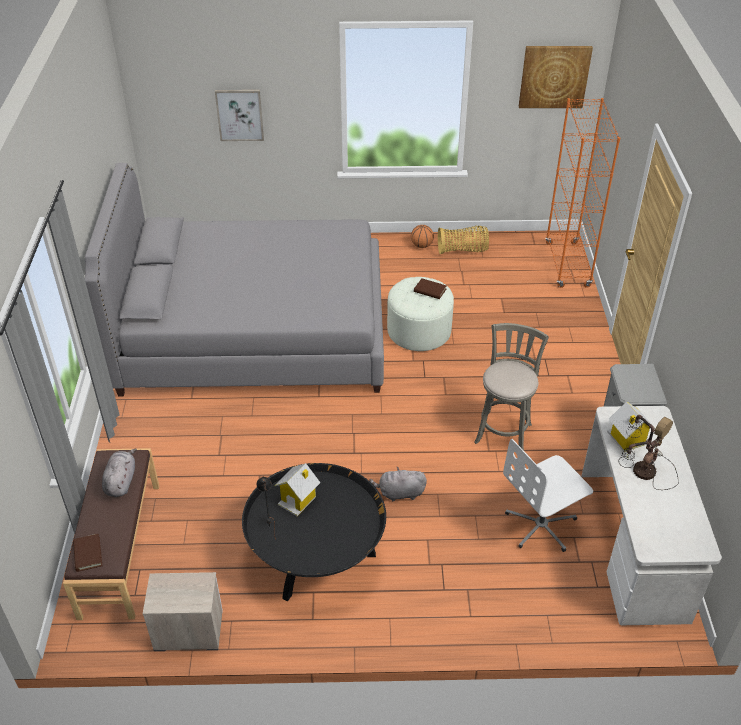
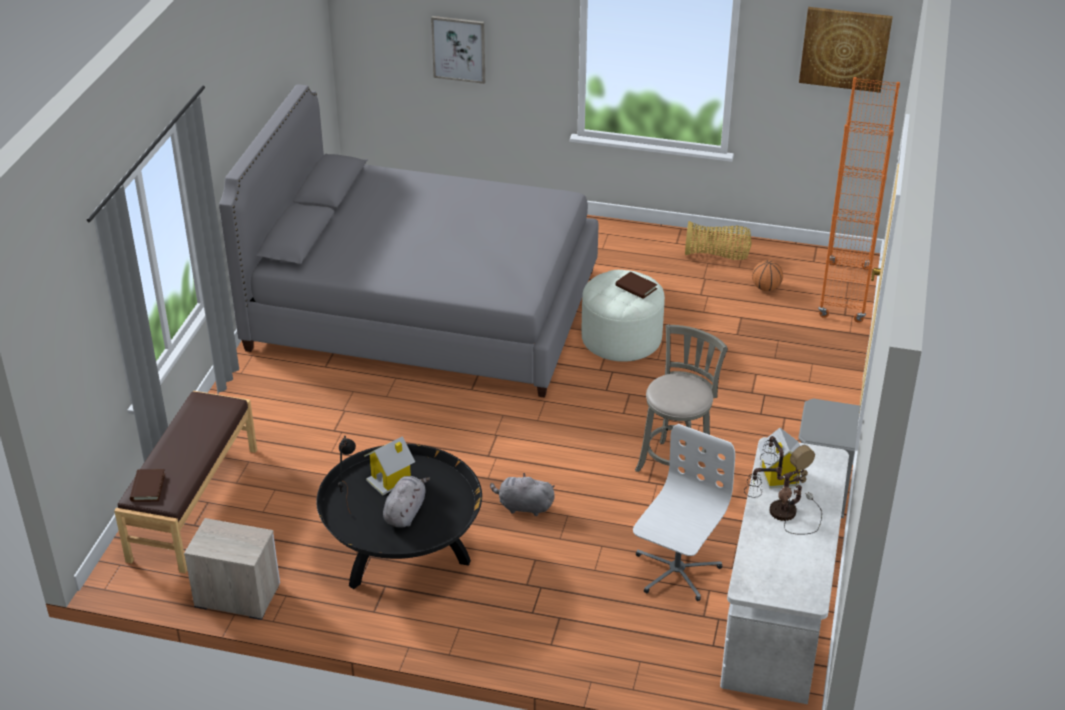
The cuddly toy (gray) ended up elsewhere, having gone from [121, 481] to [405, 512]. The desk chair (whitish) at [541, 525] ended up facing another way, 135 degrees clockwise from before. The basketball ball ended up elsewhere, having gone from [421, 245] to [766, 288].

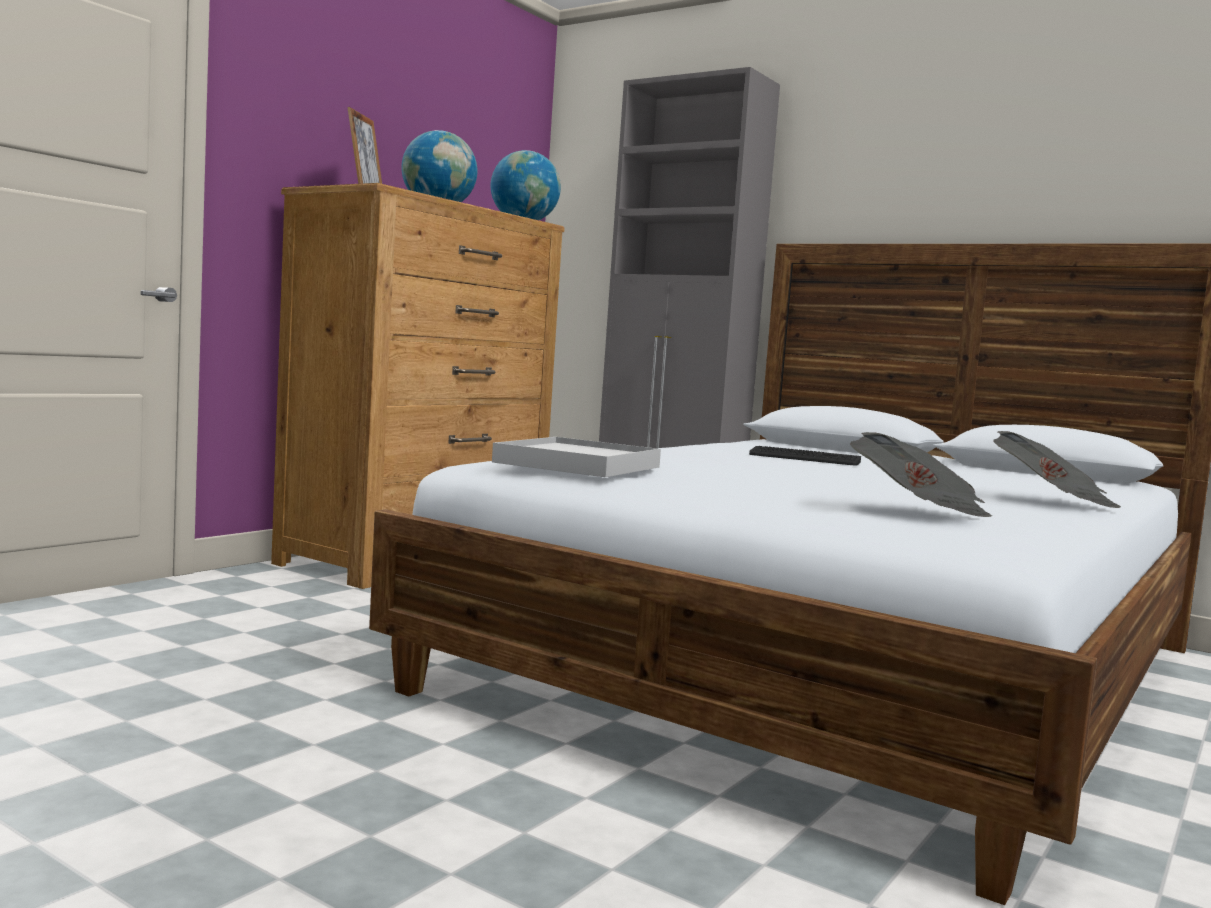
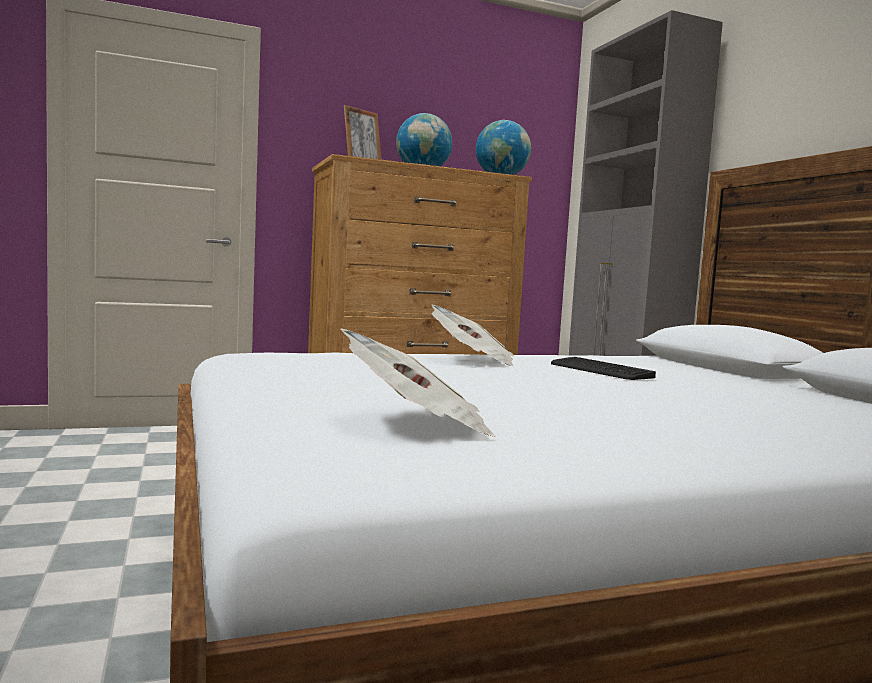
The printed paper ended up elsewhere, having gone from [1053, 503] to [473, 360]. The second view lost the tray (whitish) at [577, 465].

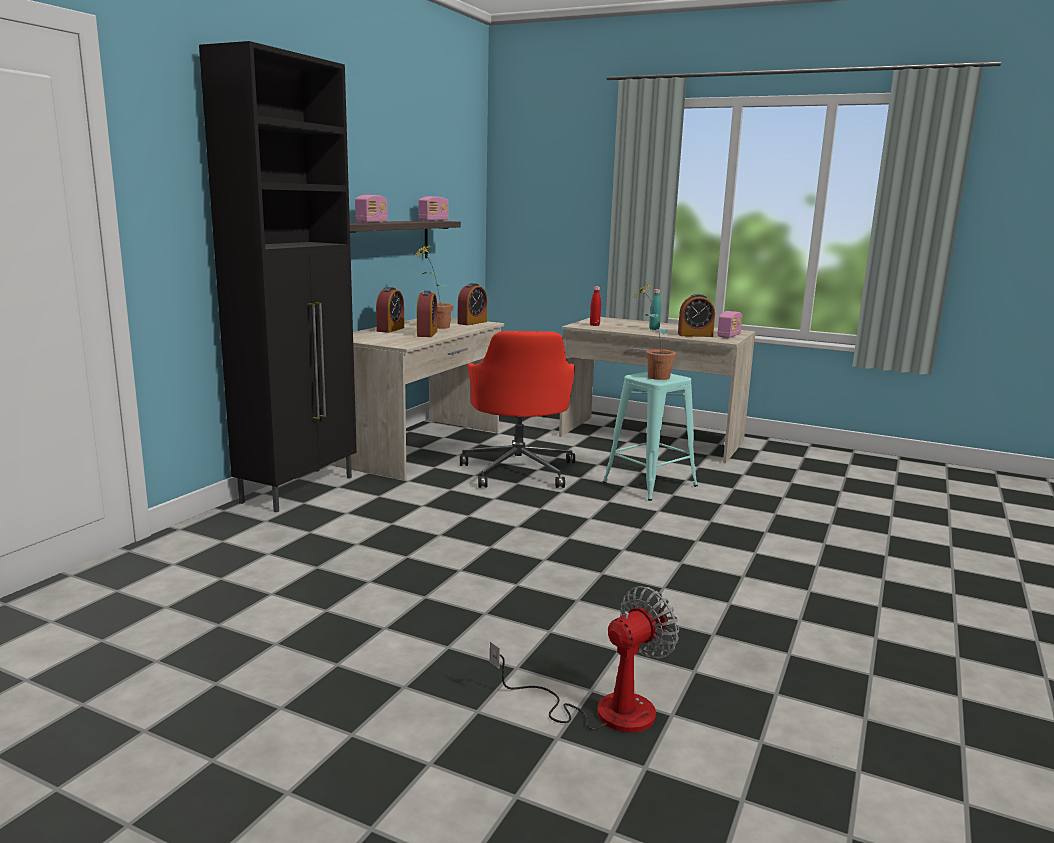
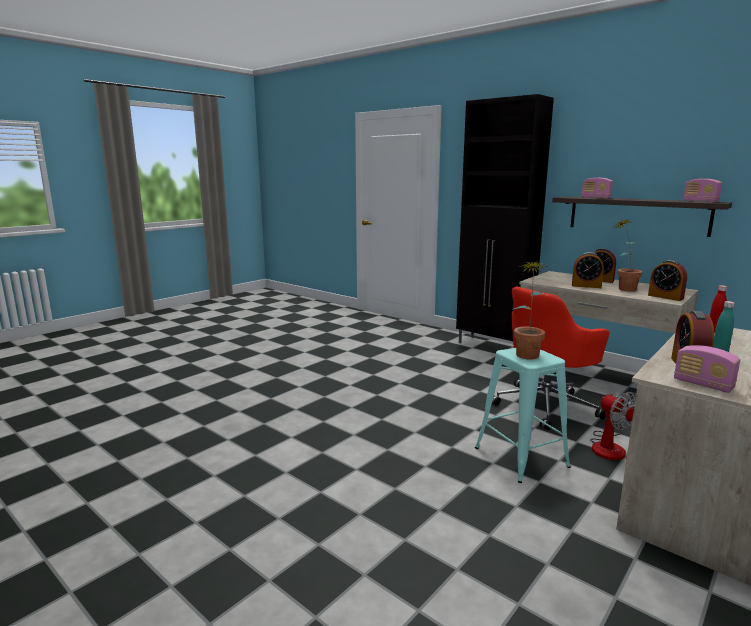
The desk chair (red) at [519, 470] ended up facing another way, 45 degrees counterclockwise from before. The fan ended up elsewhere, having gone from [603, 710] to [609, 446].

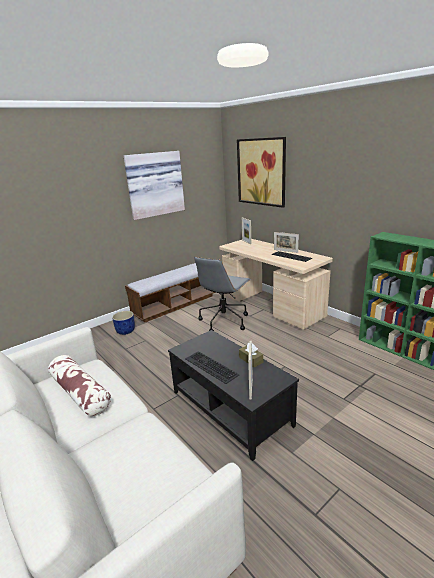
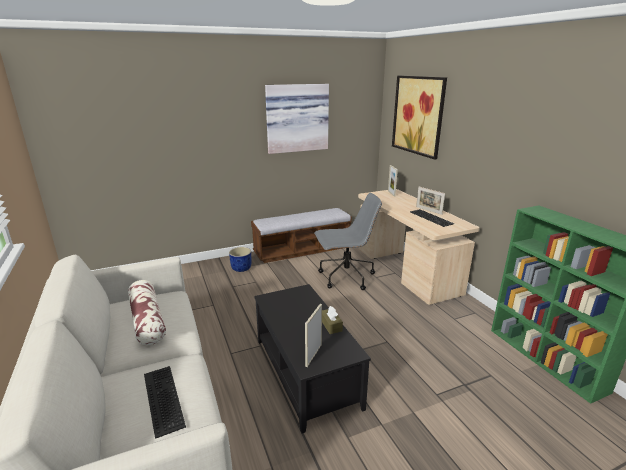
The PC keyboard ended up elsewhere, having gone from [209, 367] to [161, 399]. The desk chair (gray) at [224, 321] ended up facing another way, 150 degrees counterclockwise from before.

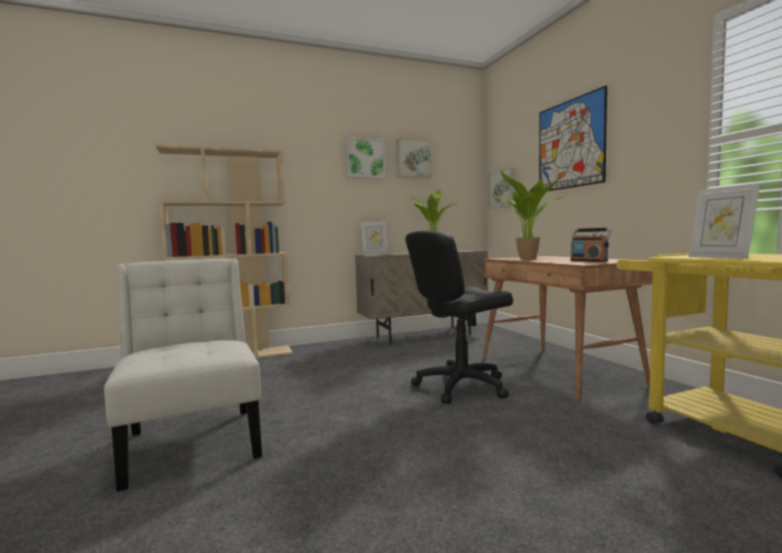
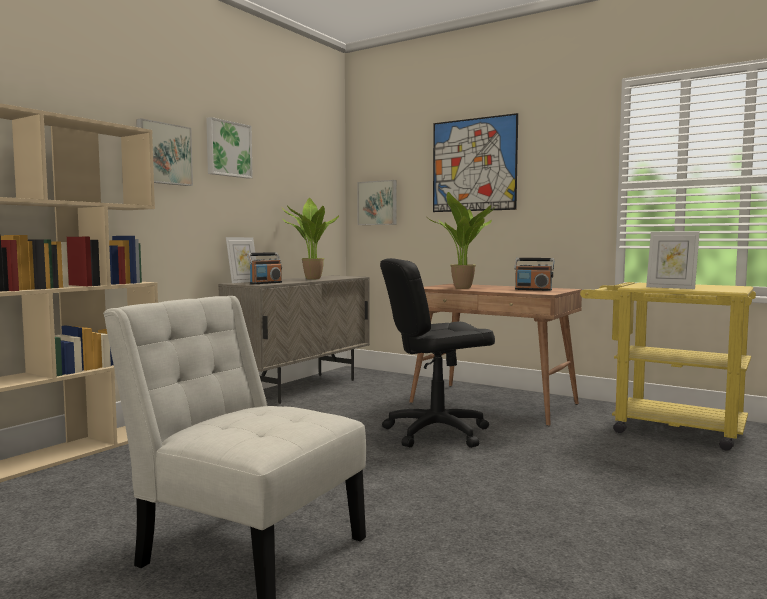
The wall picture ended up elsewhere, having gone from [413, 159] to [163, 154]. The second view gained the radio set at [265, 283]. The desk chair (black-coloured) at [461, 386] ended up facing another way, 45 degrees clockwise from before.

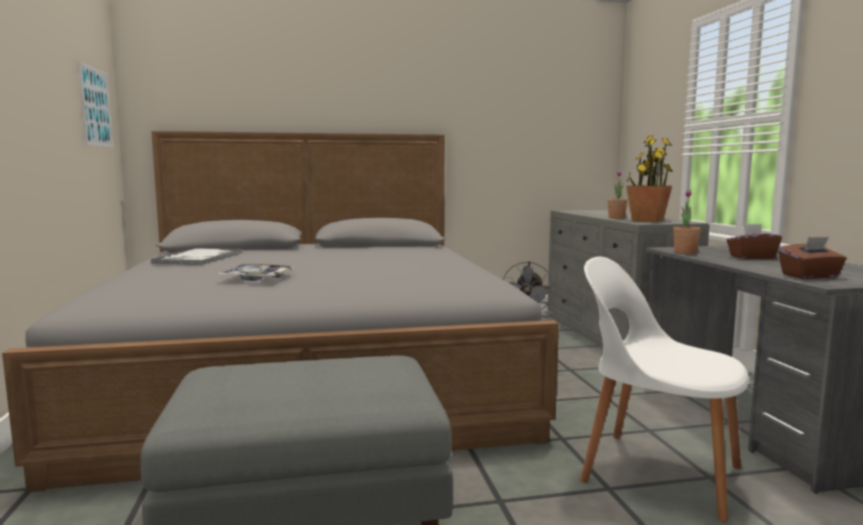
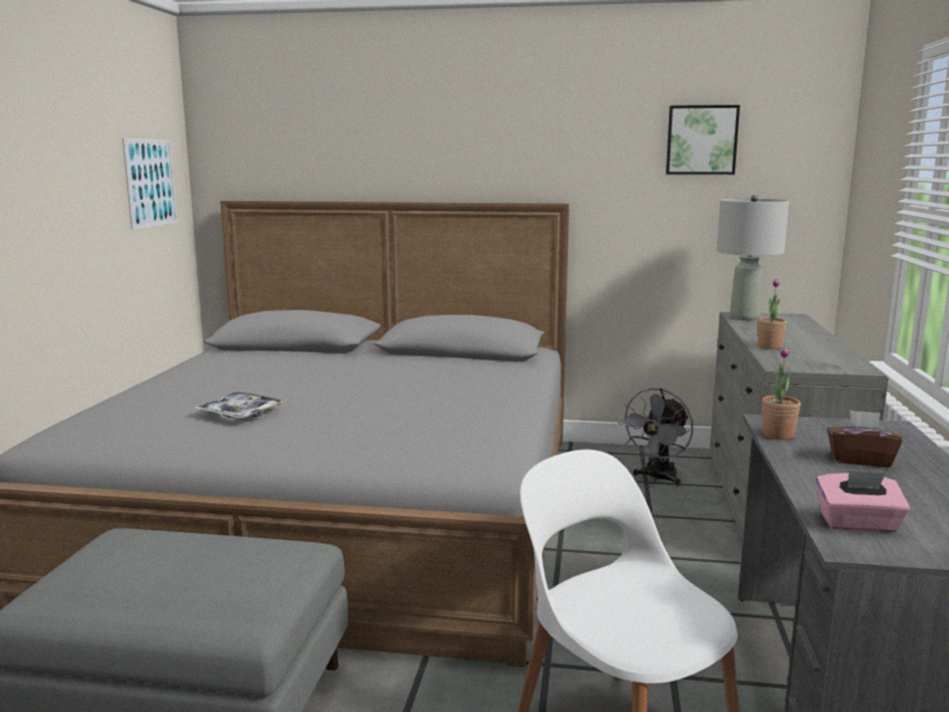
The second view gained the wall picture at [701, 140]. The second view gained the lamp for a table (gray) at [745, 318]. What was the tissue box (brownish) at [810, 276] turned into the tissue box (pink) at [858, 524]. The second view lost the tray at [198, 258]. The second view lost the houseplant at [646, 220].

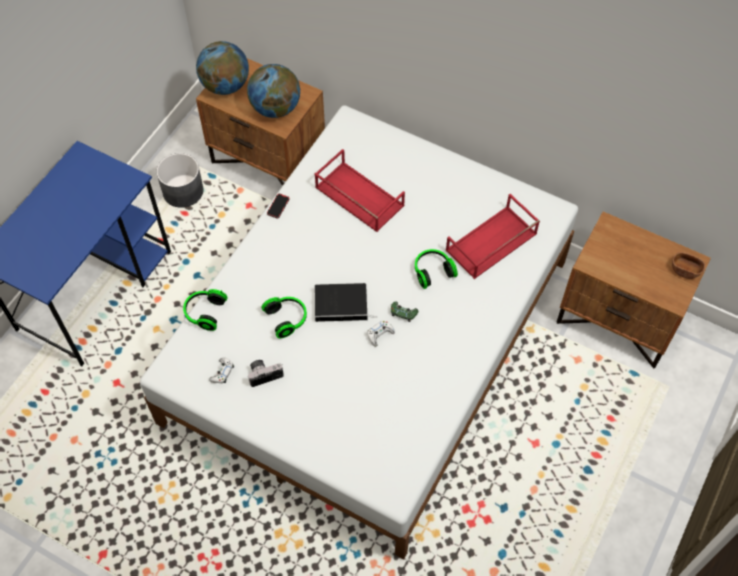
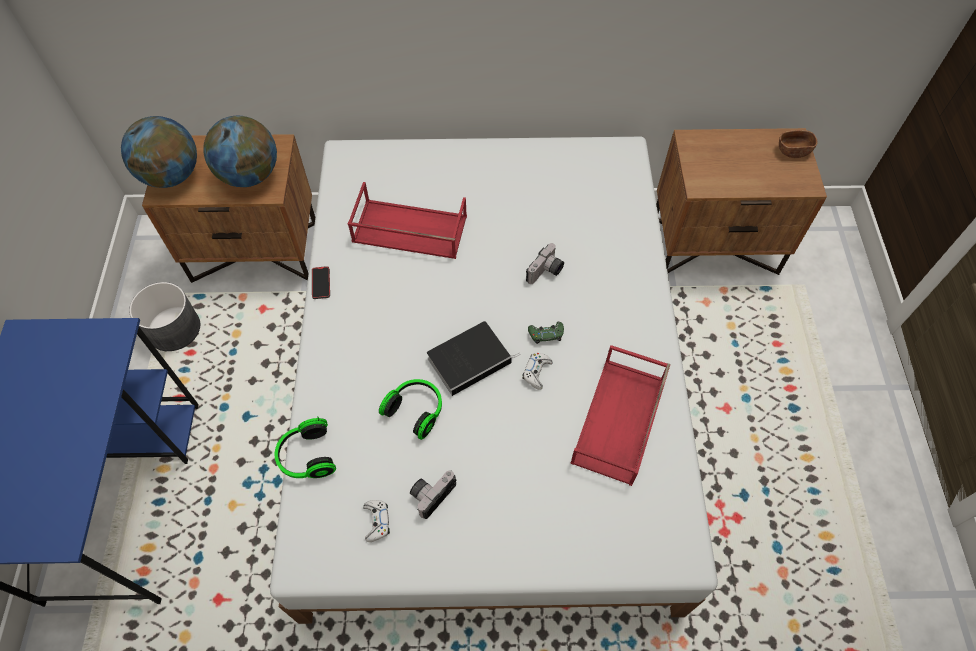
Where the pair of headphones stood at [432, 271], the still camera came to stand at [546, 272]. The tray (red) ended up elsewhere, having gone from [491, 243] to [619, 422].

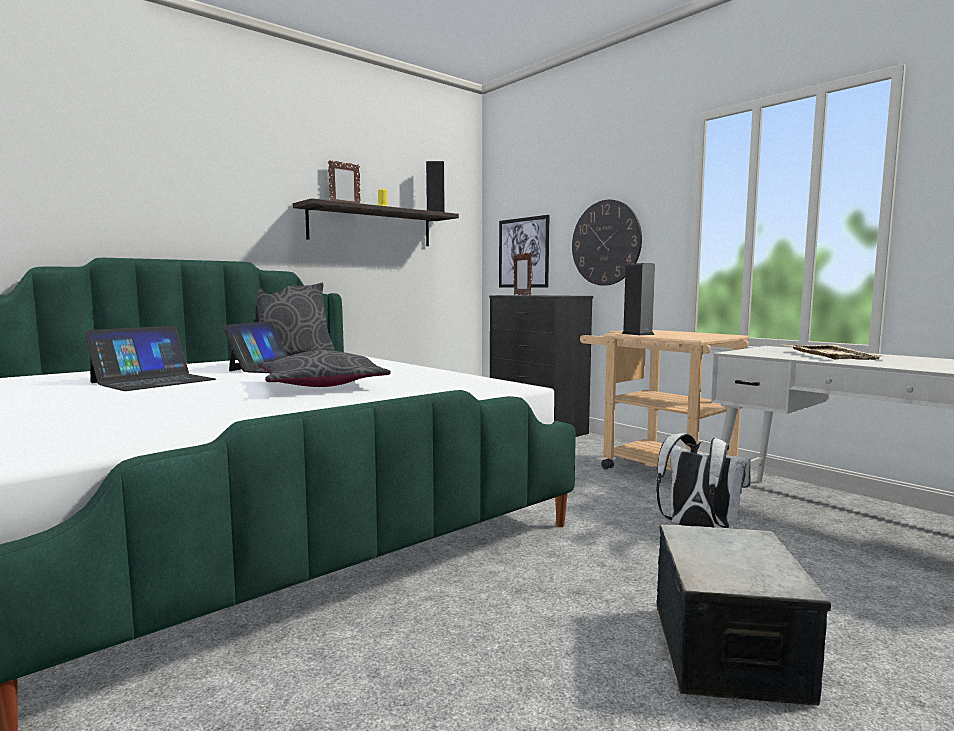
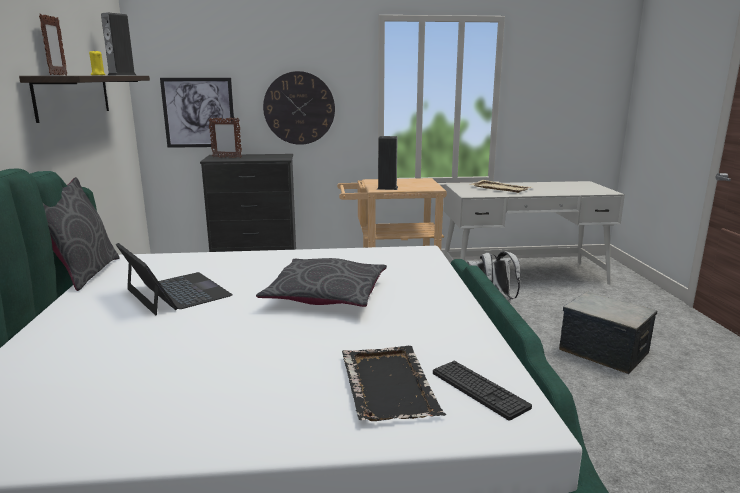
The second view gained the tray (black-coloured) at [388, 384]. The second view gained the PC keyboard at [479, 389]. The second view lost the laptop at [153, 381].

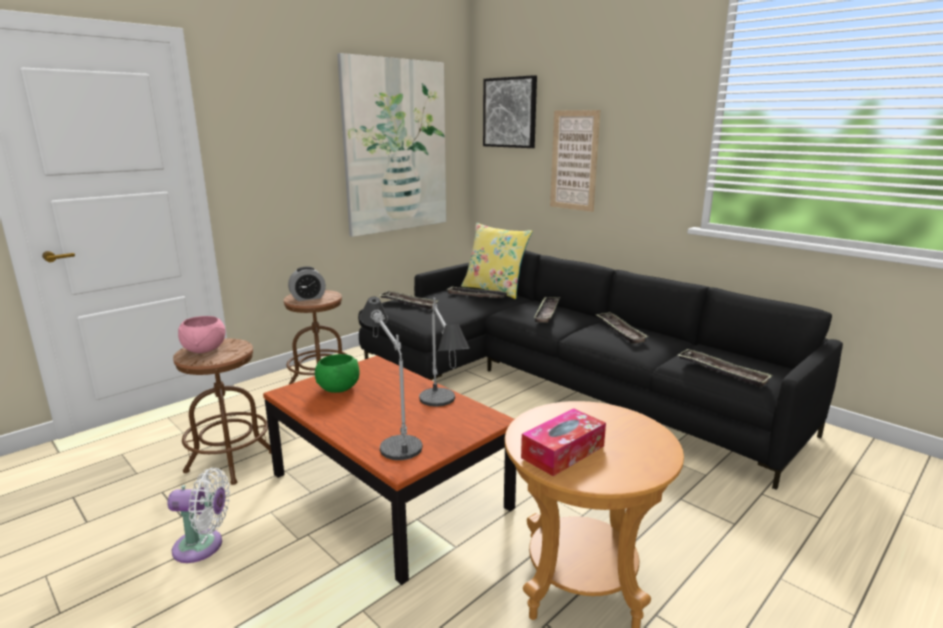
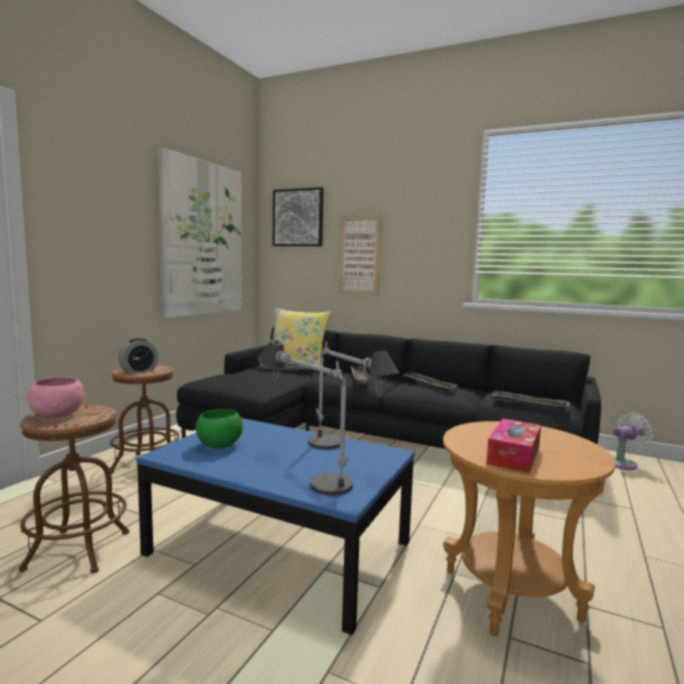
What was the coffee table (brownish) at [390, 490] turned into the coffee table (blue) at [280, 548]. The fan (whitish) ended up elsewhere, having gone from [203, 546] to [623, 463]. The second view lost the tray at [408, 303].

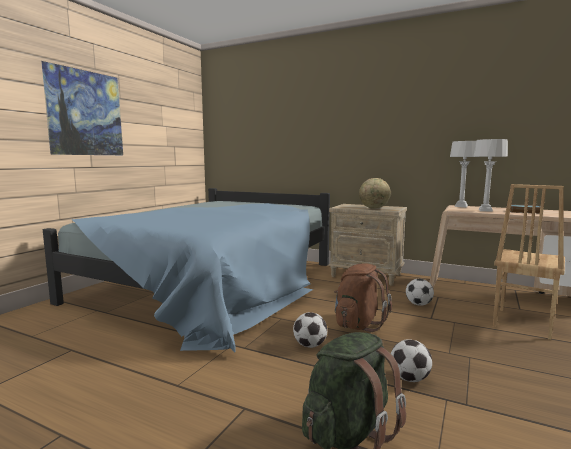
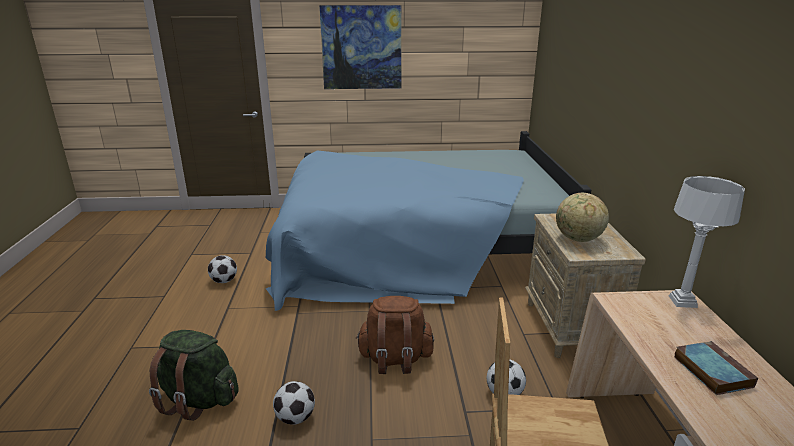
The football ended up elsewhere, having gone from [310, 345] to [224, 281]. The second view lost the lamp for a table (gray) at [485, 210].

